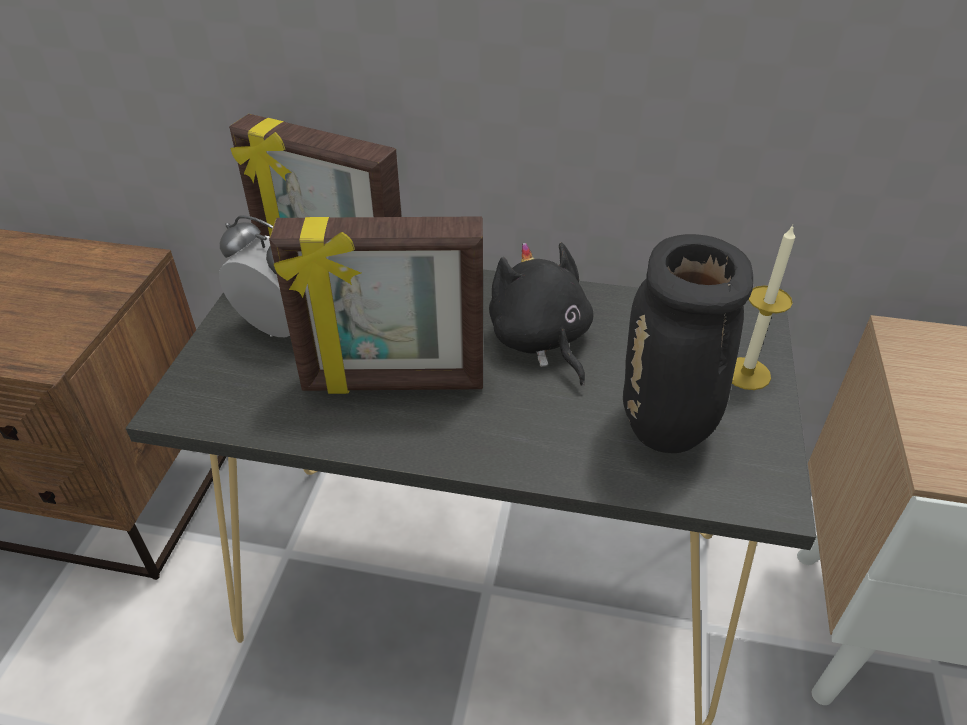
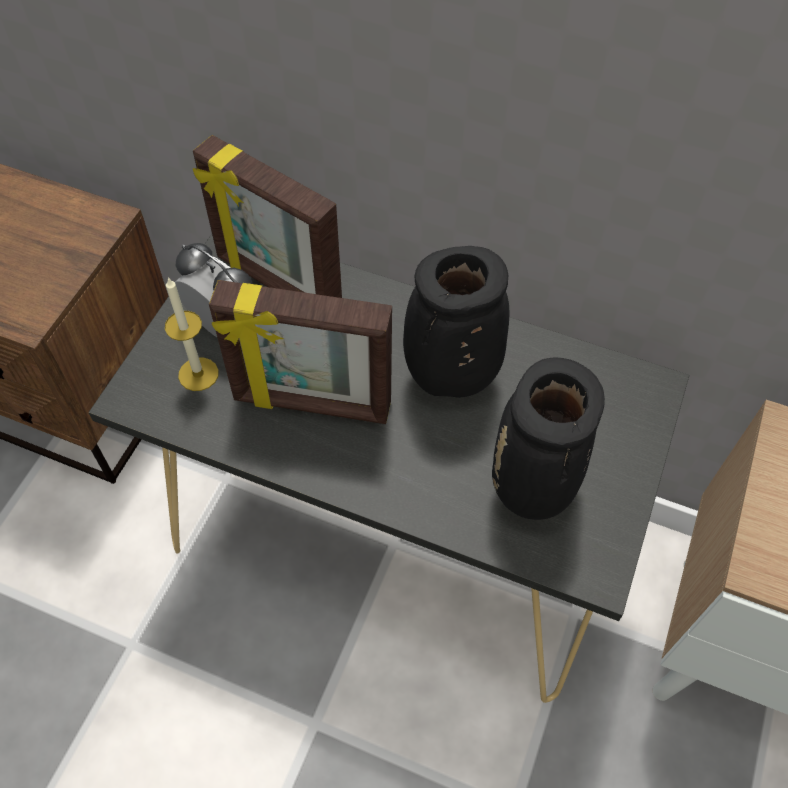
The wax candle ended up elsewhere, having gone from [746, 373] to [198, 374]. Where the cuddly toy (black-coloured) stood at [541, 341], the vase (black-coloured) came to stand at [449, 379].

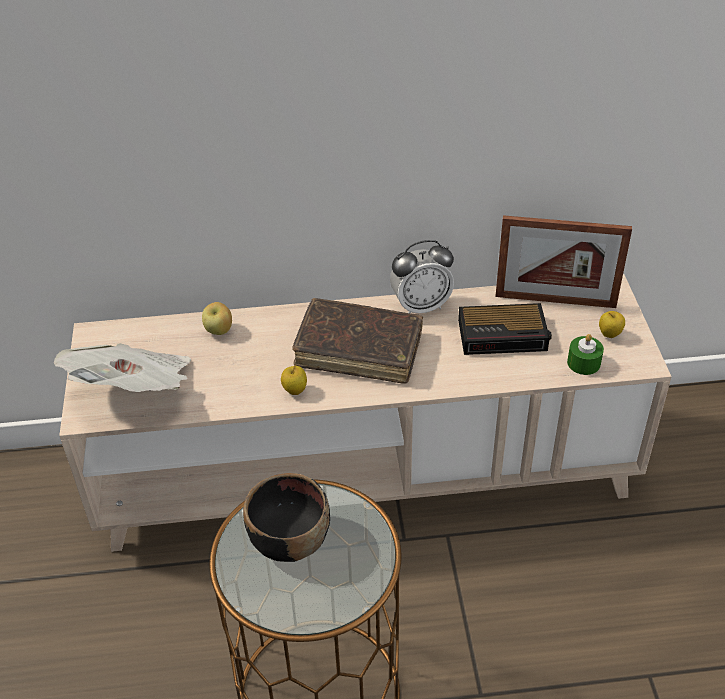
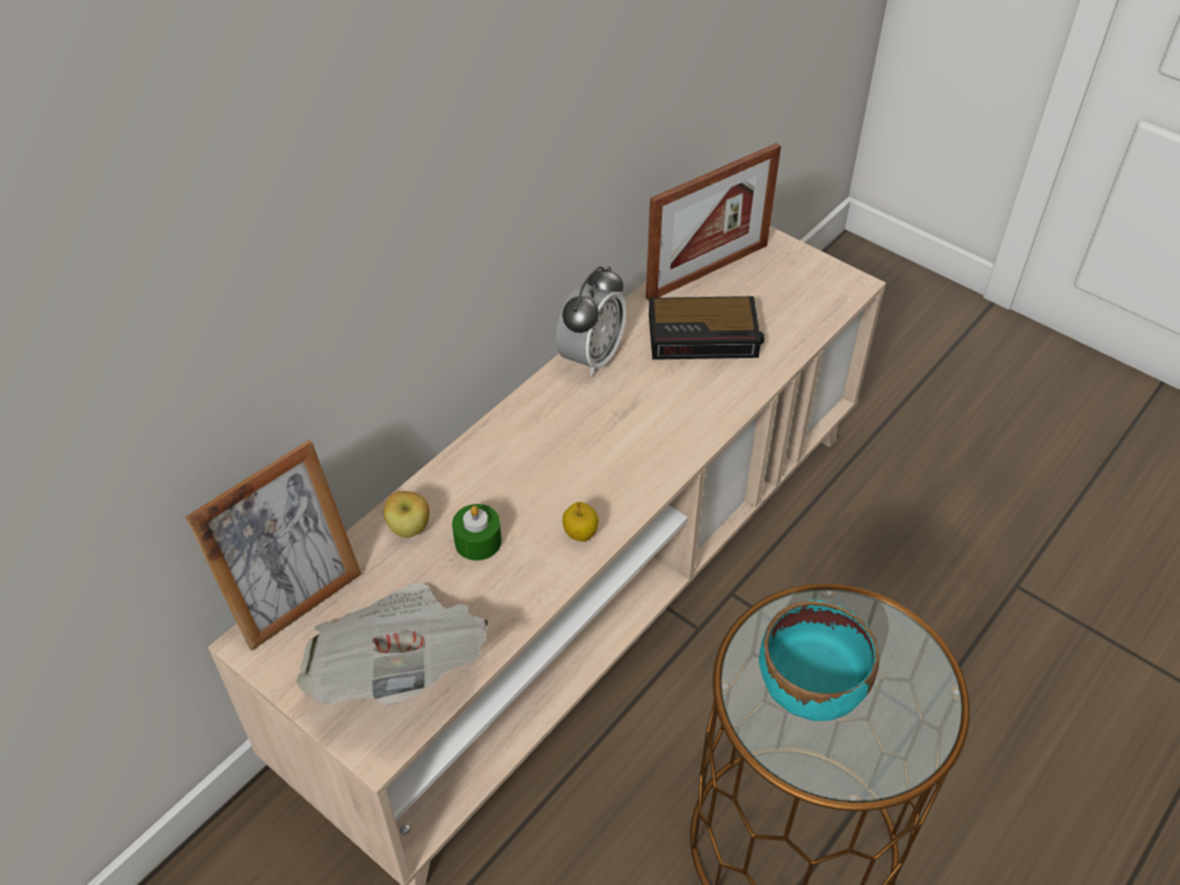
The second view gained the picture frame at [296, 599]. The wax candle (greenish) ended up elsewhere, having gone from [583, 363] to [478, 541]. The table clock at [504, 335] ended up facing another way, 45 degrees clockwise from before. What was the deep dish (black-coloured) at [289, 540] turned into the deep dish (turquoise-coloured) at [810, 688]. The second view lost the bound book (brownish) at [359, 350]. The second view lost the apple fruit at [609, 335].

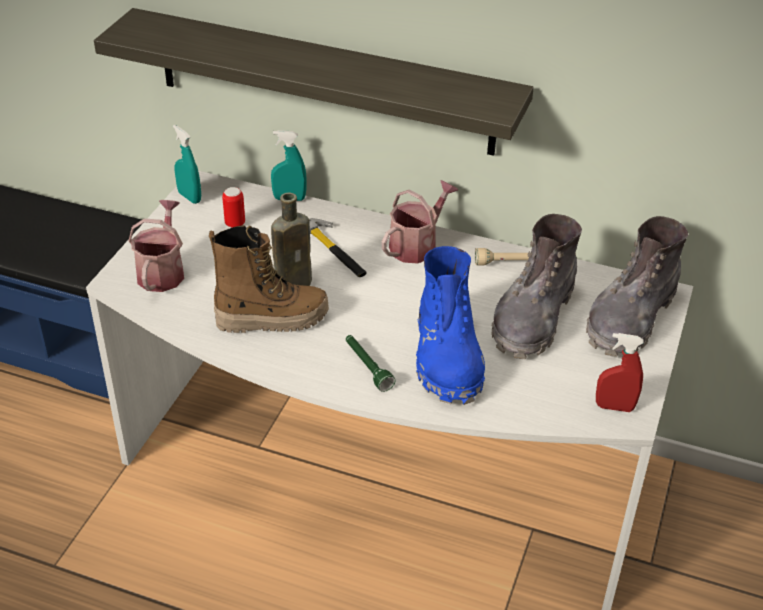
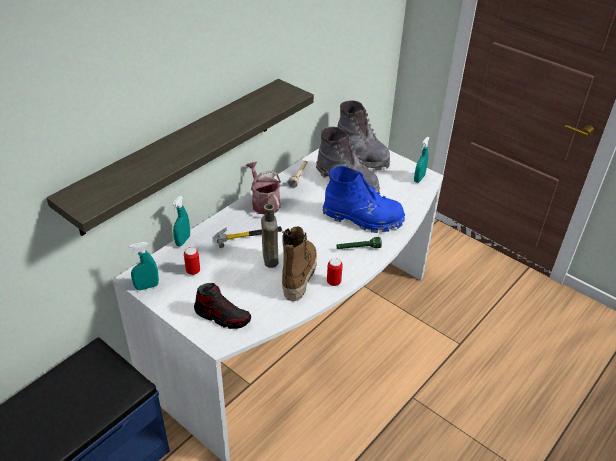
Where the sprinkling can stood at [162, 271], the shoe came to stand at [222, 316]. The second view gained the metal can at [333, 282]. What was the spray bottle (red) at [614, 407] turned into the spray bottle (turquoise-coloured) at [419, 178].

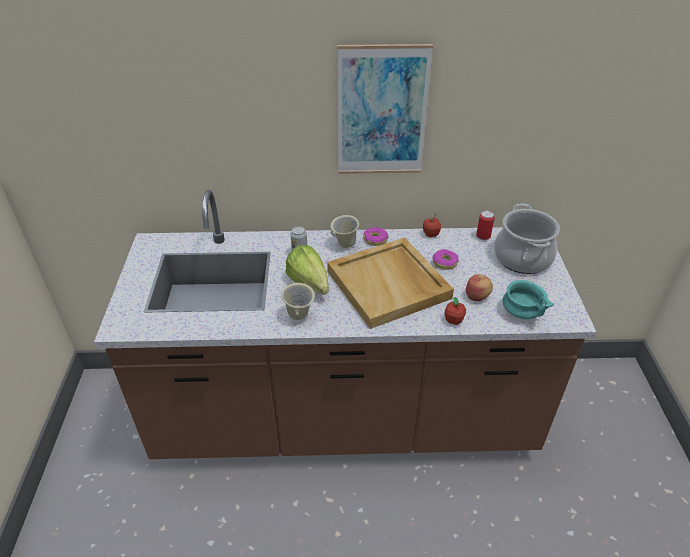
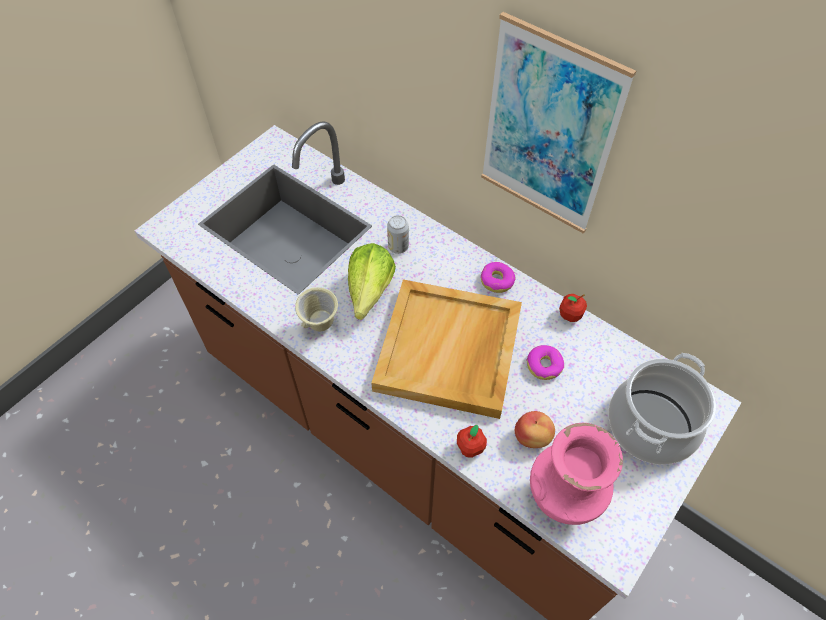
Where the deep dish (turquoise-coloured) stood at [522, 312], the vase (pink) came to stand at [562, 499]. The second view lost the mug (beige) at [344, 246]. The second view lost the metal can at [483, 237].

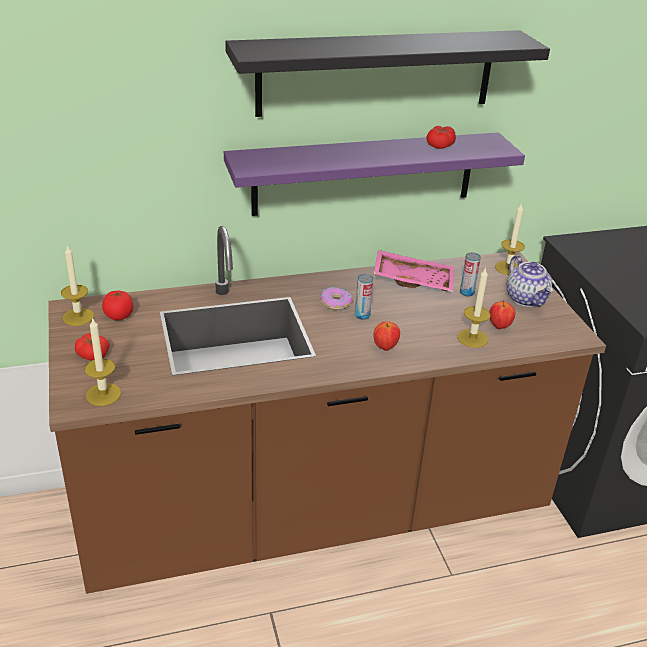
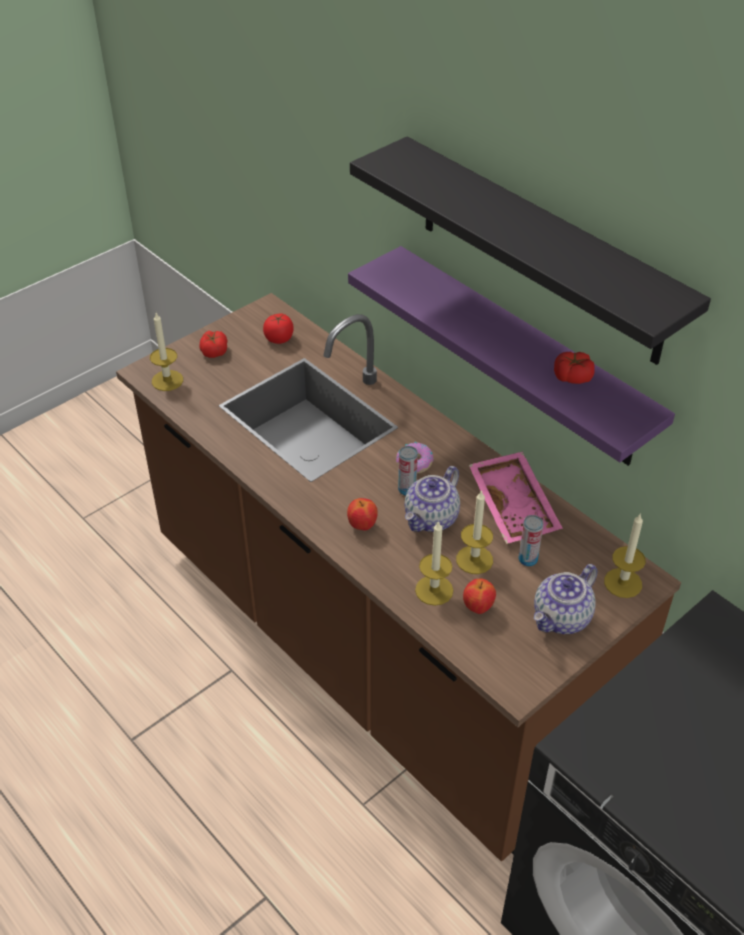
The second view gained the pot for tea at [431, 519]. The wax candle ended up elsewhere, having gone from [78, 317] to [474, 560].

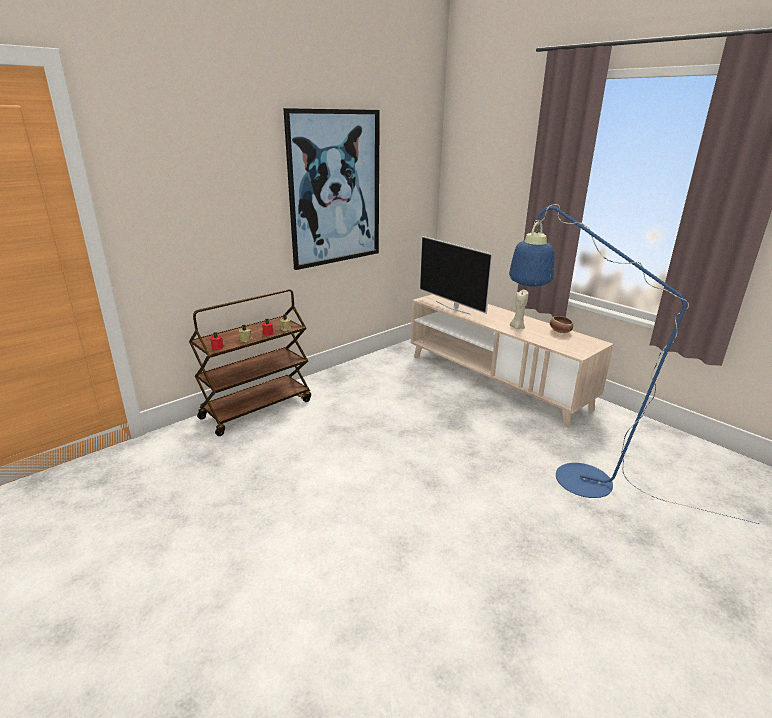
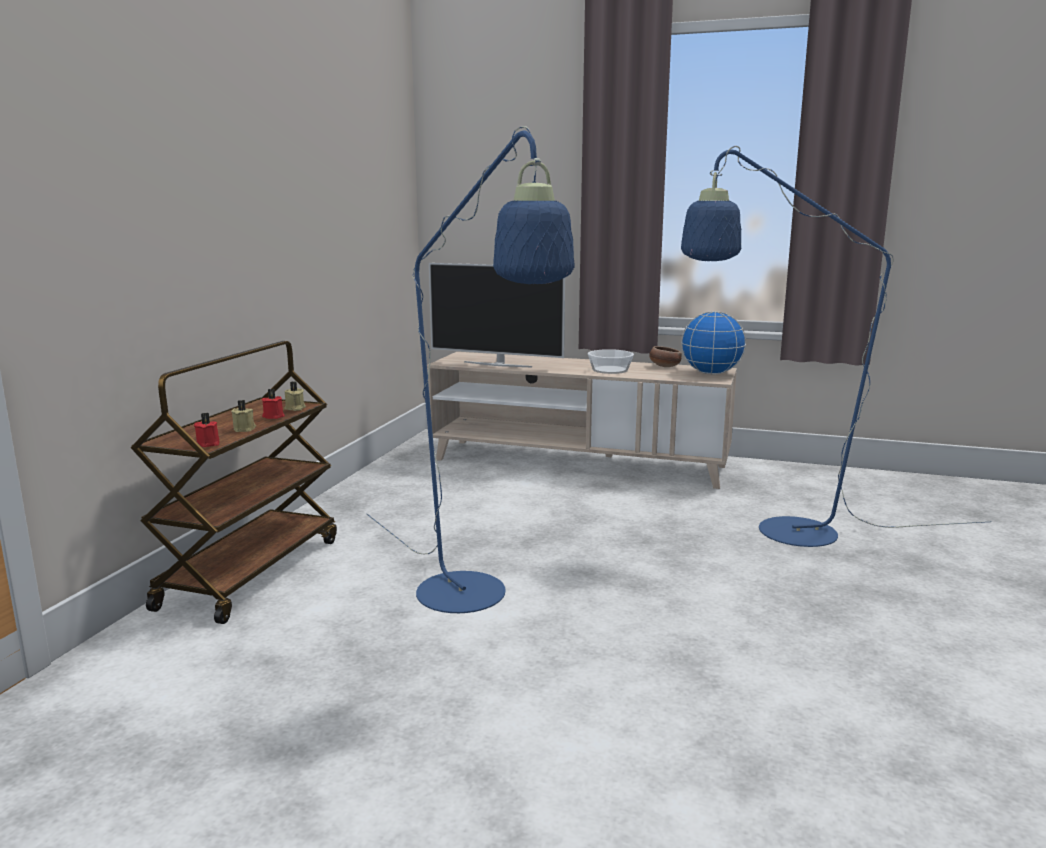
The second view gained the standard lamp (blue) at [473, 601]. Where the wax candle (beige) stood at [517, 327], the deep dish came to stand at [610, 370]. The second view gained the world globe at [711, 374]. The second view lost the wall picture at [335, 189].

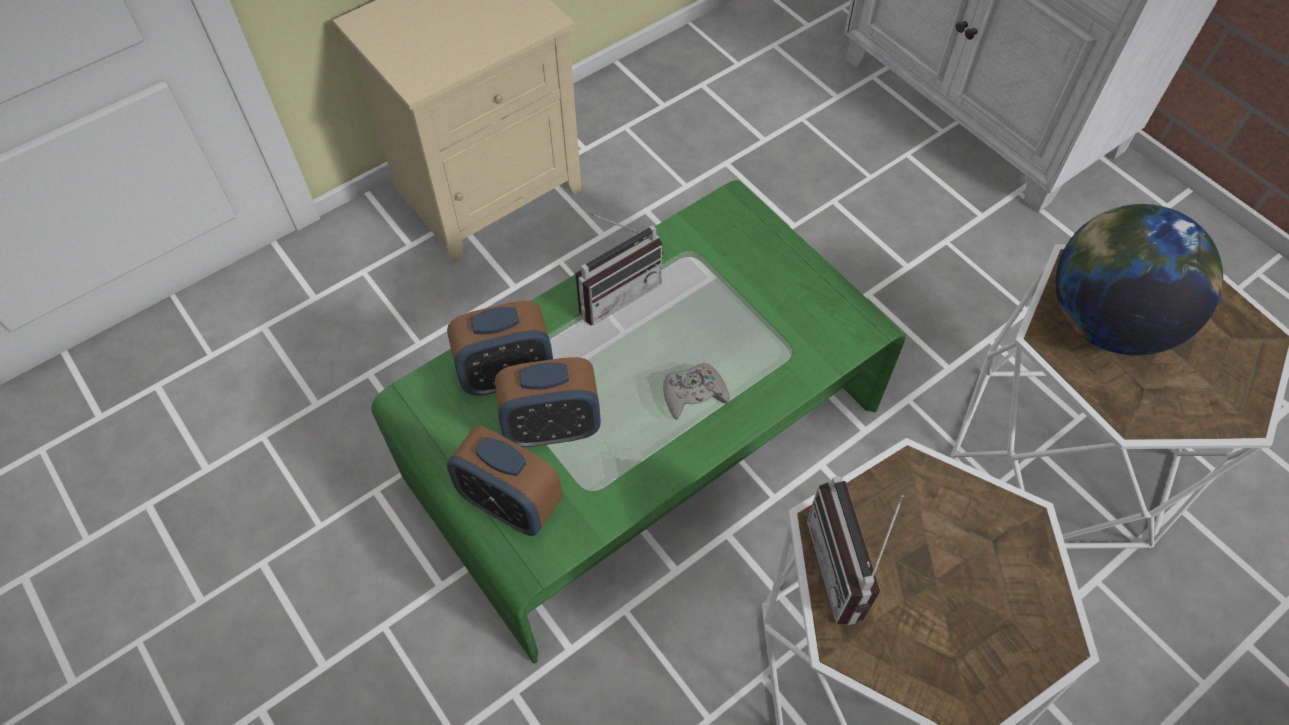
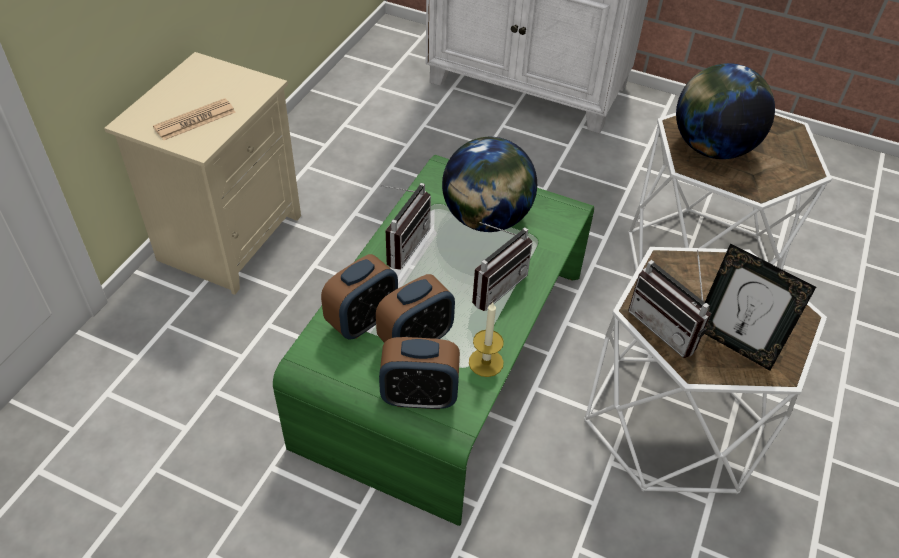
The second view gained the printed paper at [195, 120]. The second view gained the world globe at [486, 219]. The second view gained the wax candle at [486, 362]. Where the joypad (gray) stood at [694, 394], the radio set came to stand at [494, 285]. The second view gained the picture frame at [734, 344].

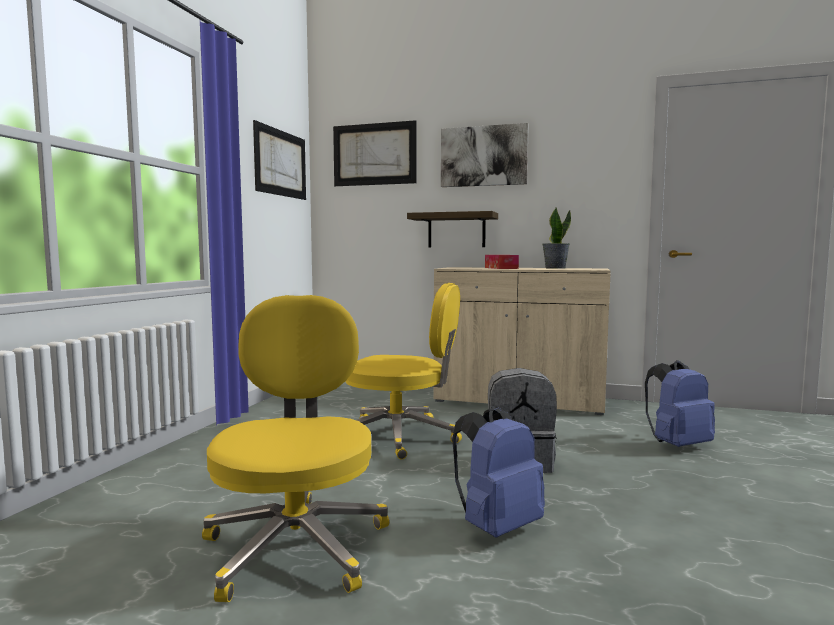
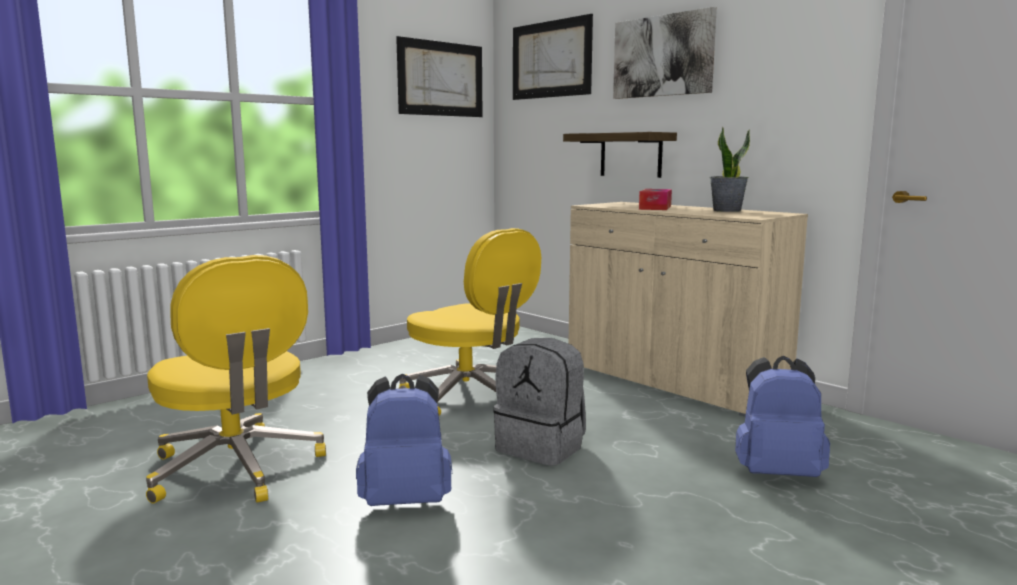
The desk chair (yellow-coloured) at [296, 545] ended up facing another way, 120 degrees clockwise from before.

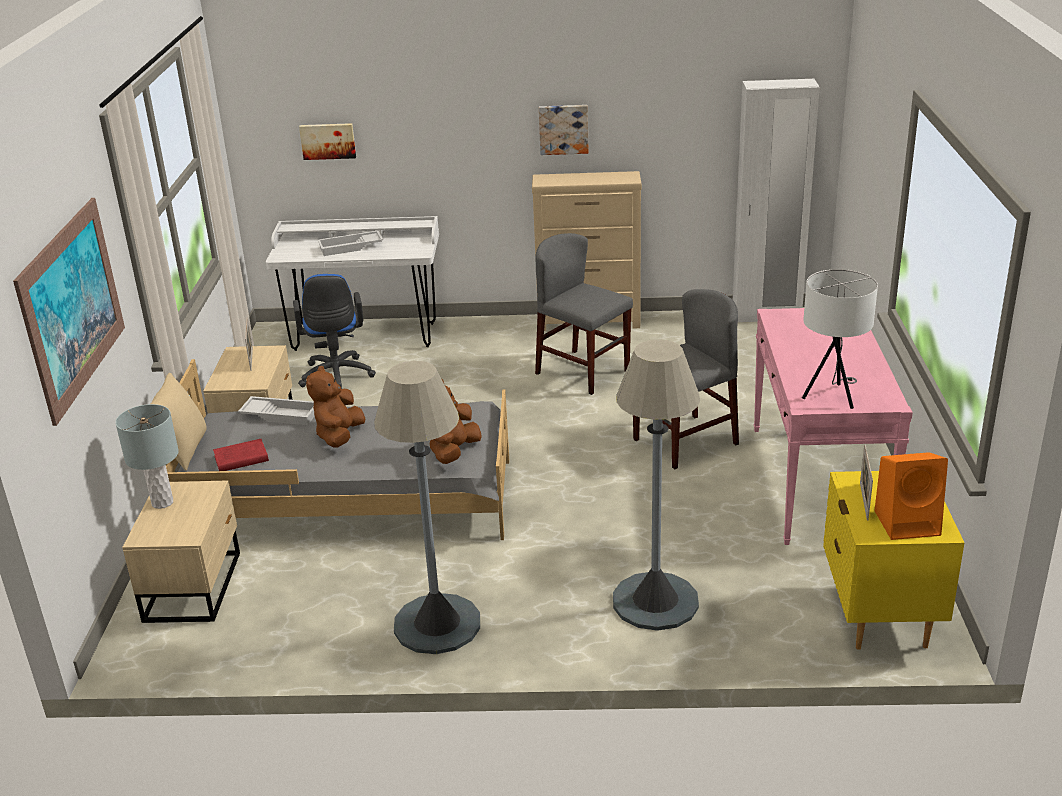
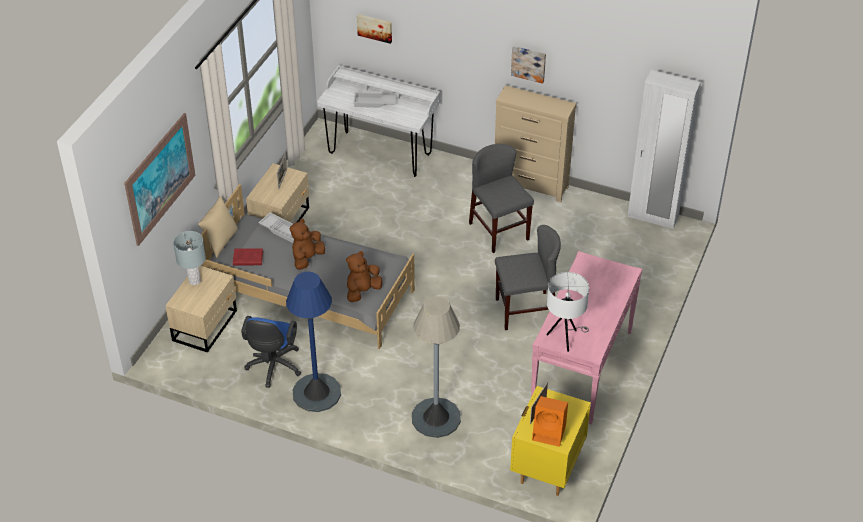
The desk chair (blue) ended up elsewhere, having gone from [336, 378] to [273, 368]. What was the standard lamp (gray) at [437, 624] turned into the standard lamp (blue) at [316, 393].

